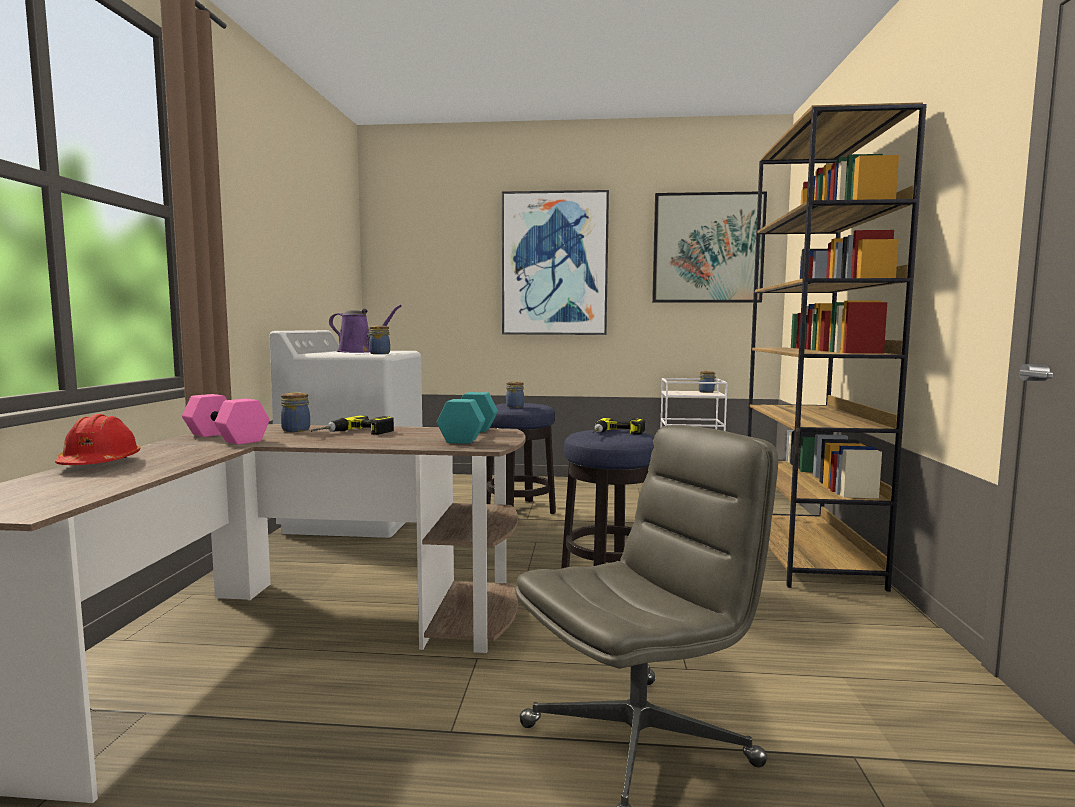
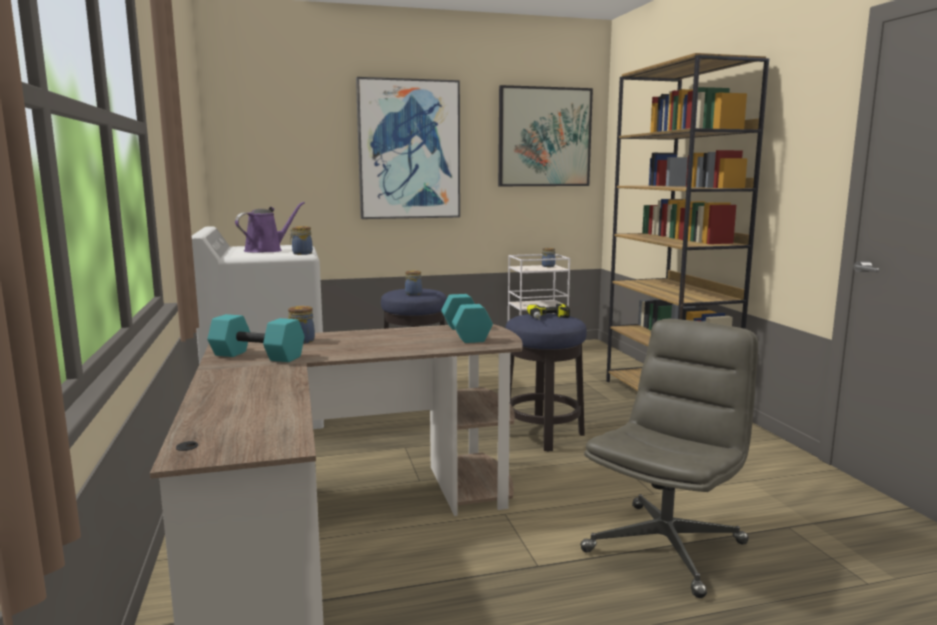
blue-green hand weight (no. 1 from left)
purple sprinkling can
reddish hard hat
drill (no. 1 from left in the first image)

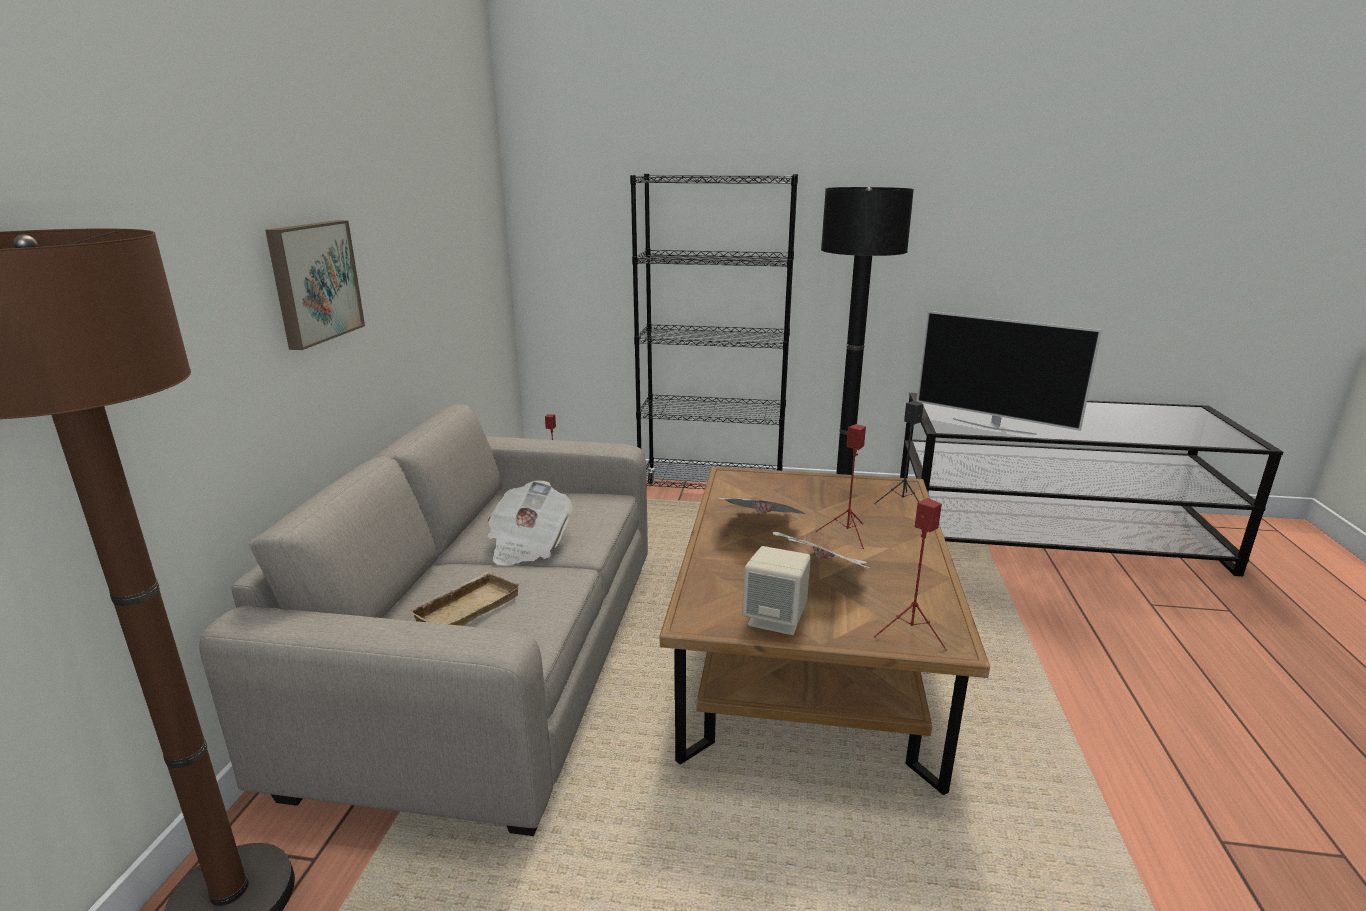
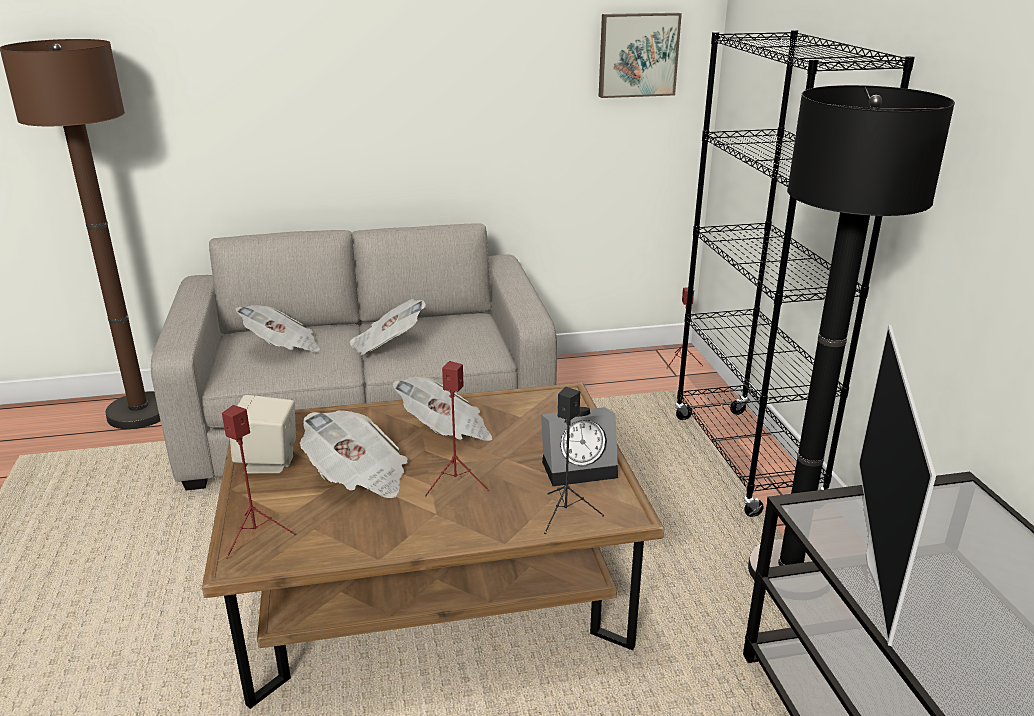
daily paper (no. 1 from left)
alarm clock
picture

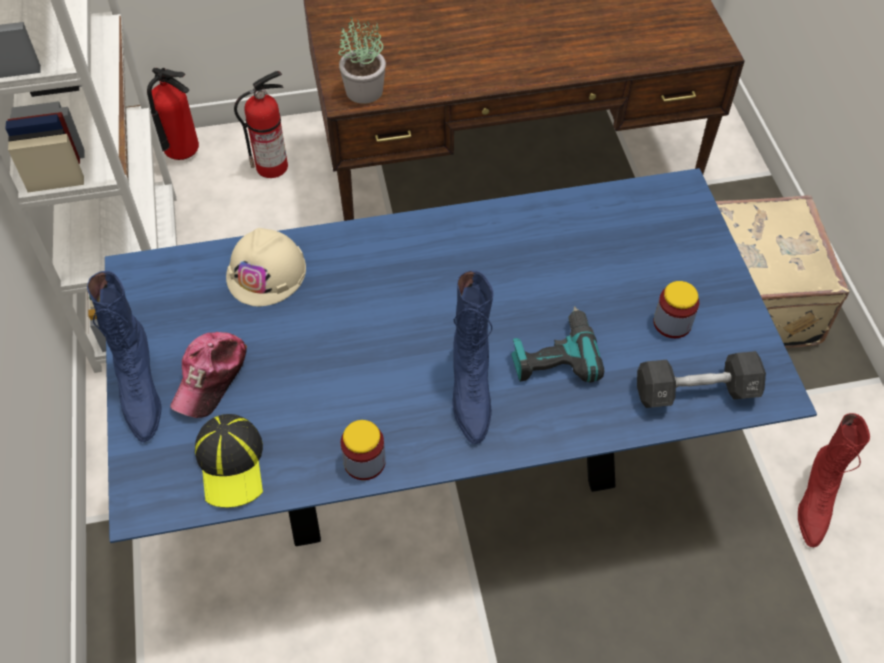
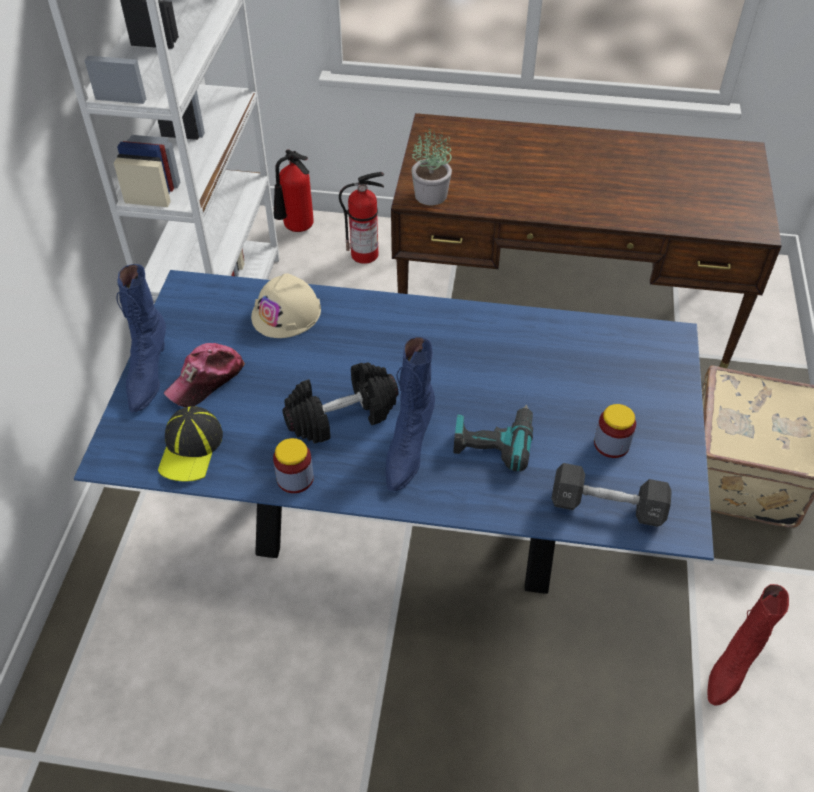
black-coloured hand weight (no. 1 from left)

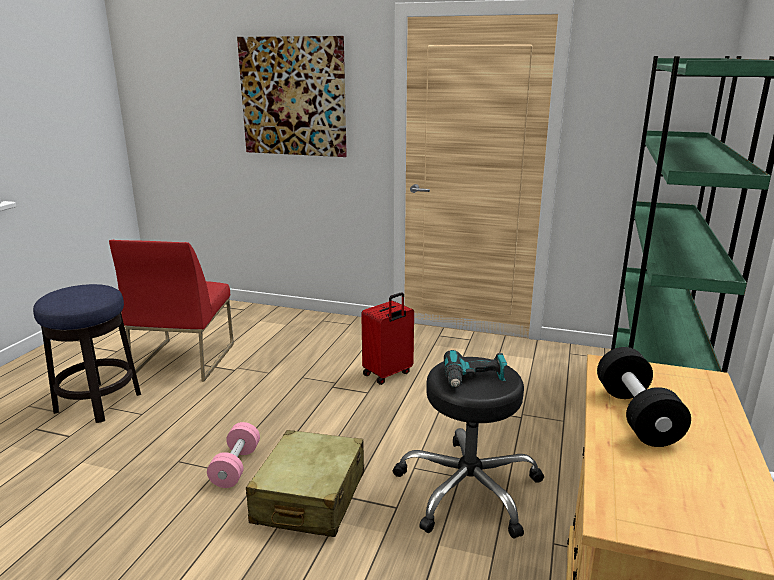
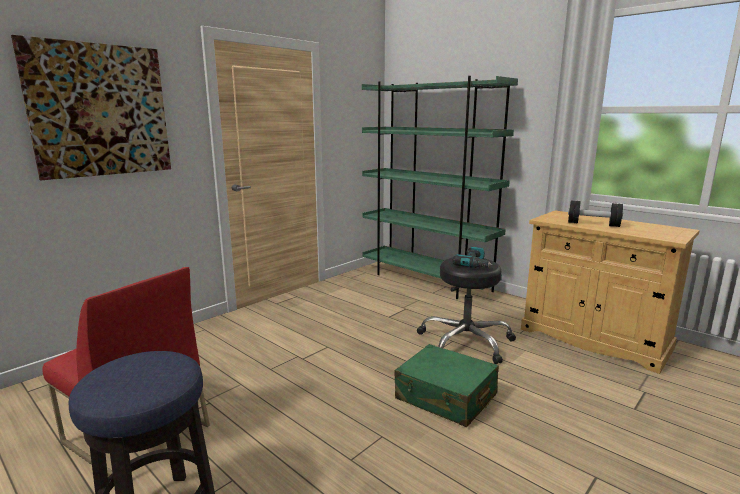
green-coloured travel case
pink-coloured hand weight
reddish travel case

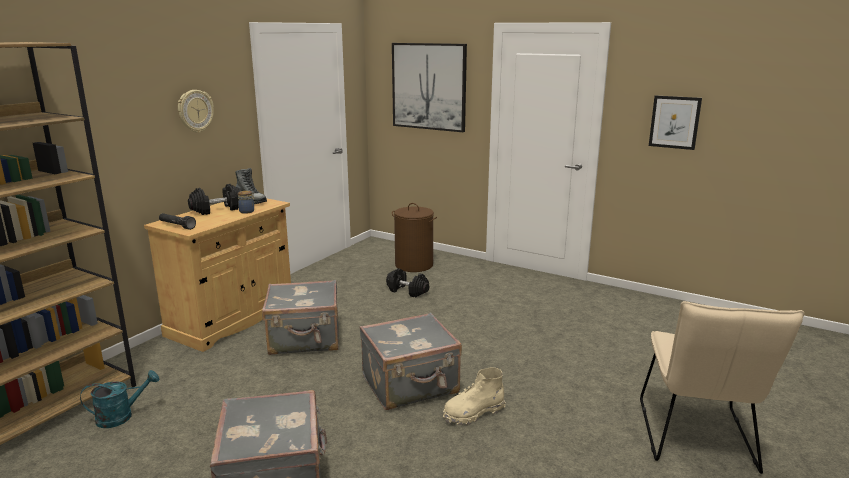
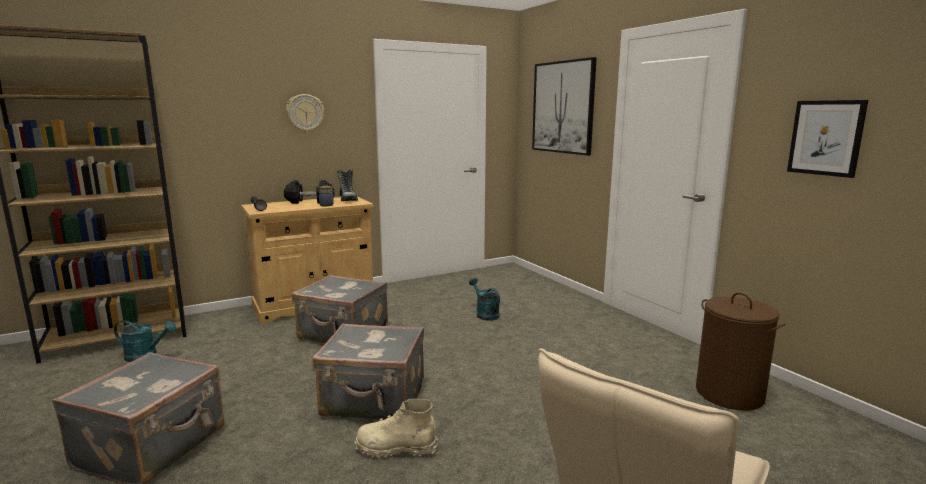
blue-green sprinkling can (no. 2 from left)
brown hamper

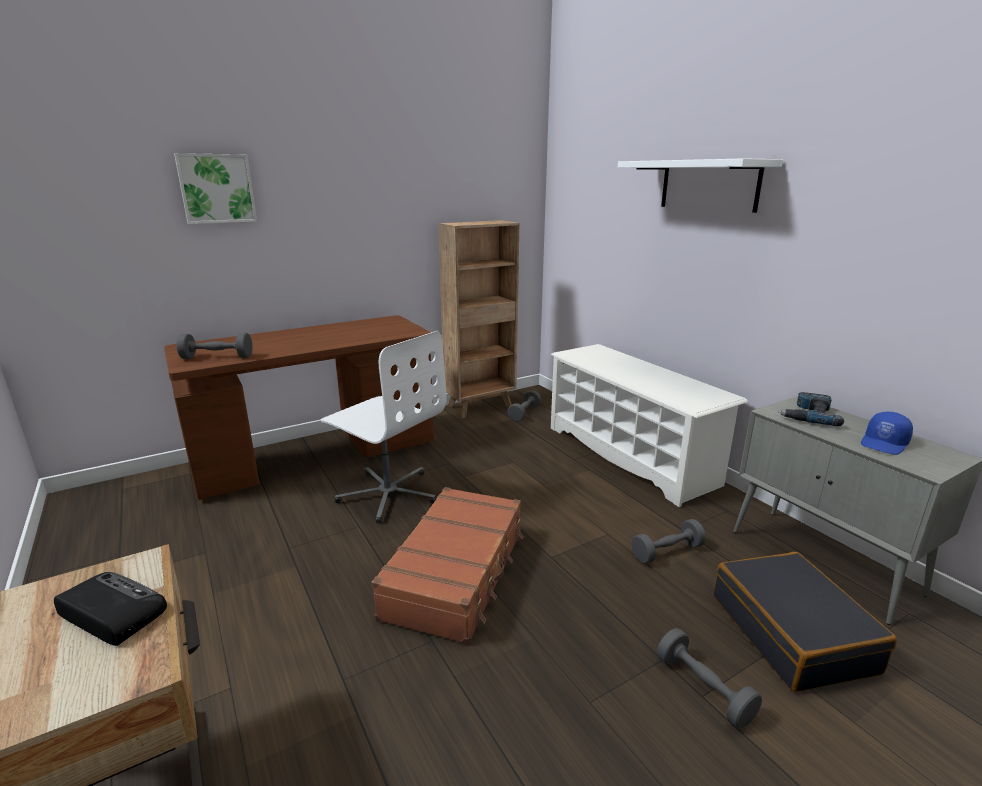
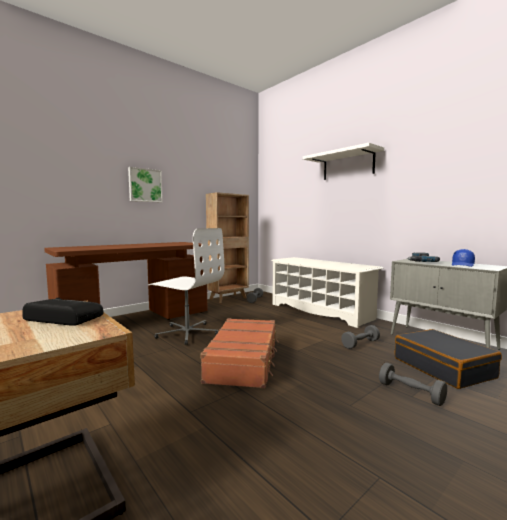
picture
grey hand weight (no. 1 from left in the first image)

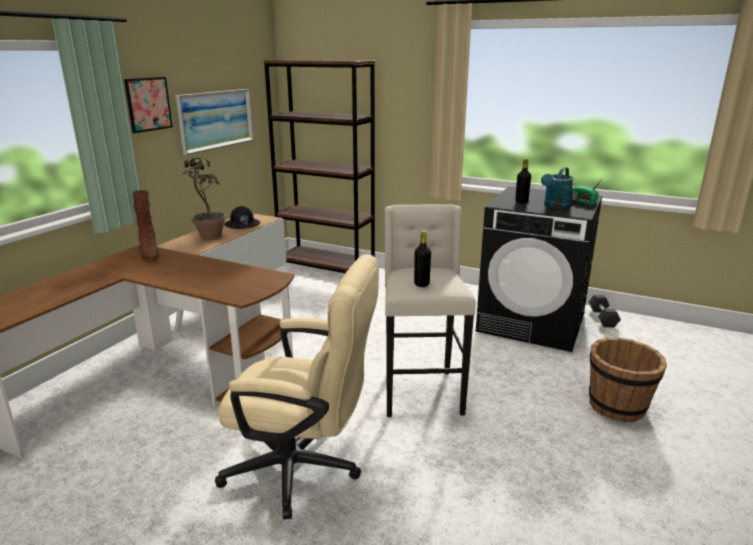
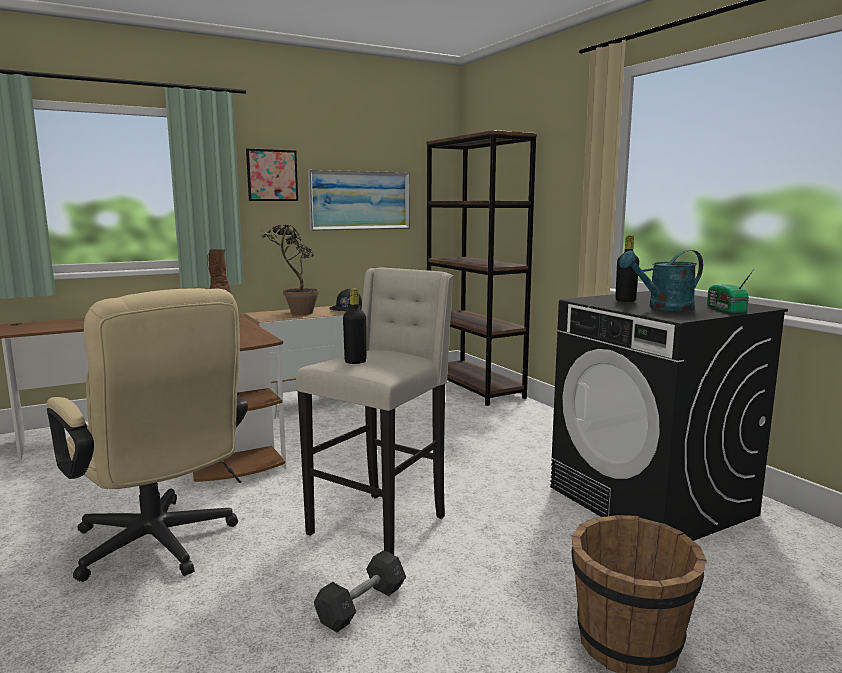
grey hand weight

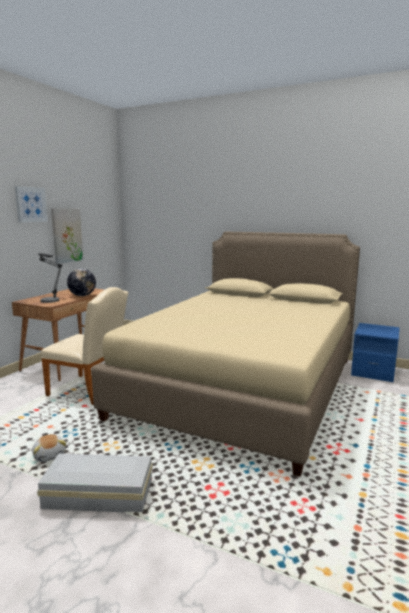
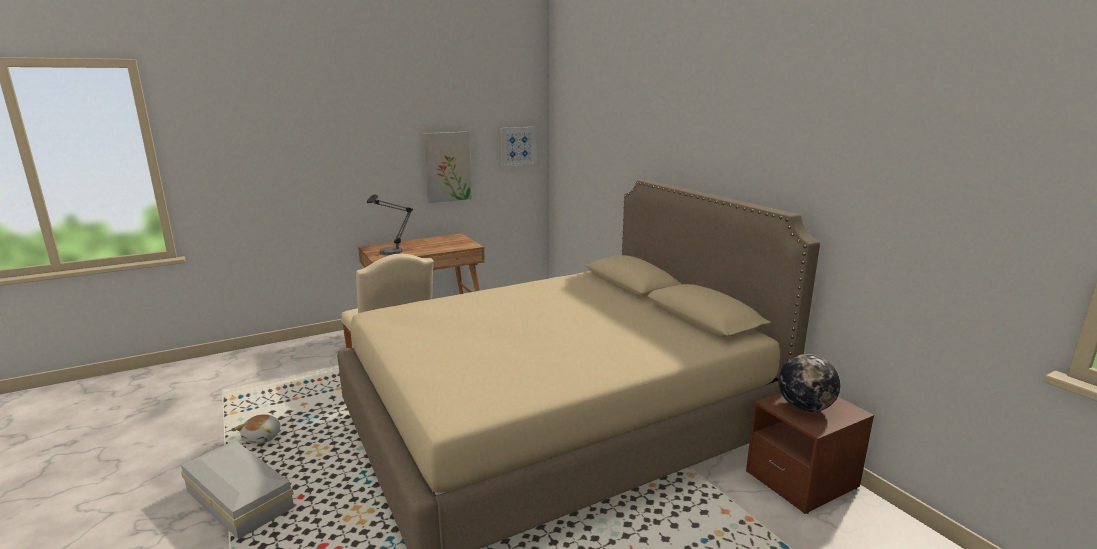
picture (no. 2 from left)
brown night table
desk globe

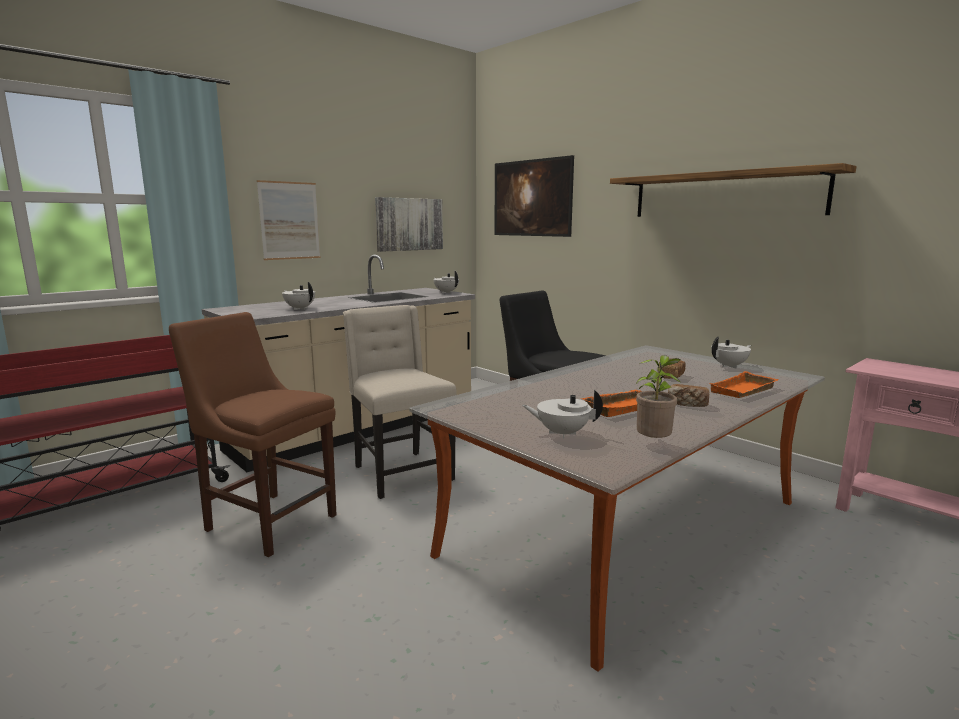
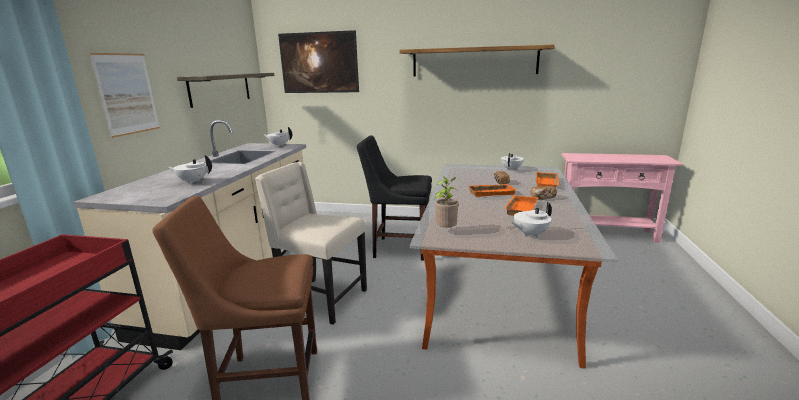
shelf (no. 1 from left)
plant in a pot
orange-coloured serving tray (no. 1 from left)

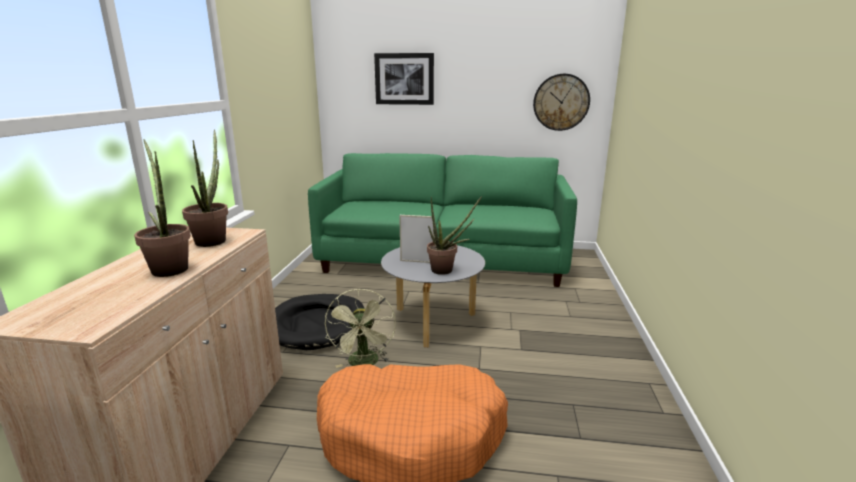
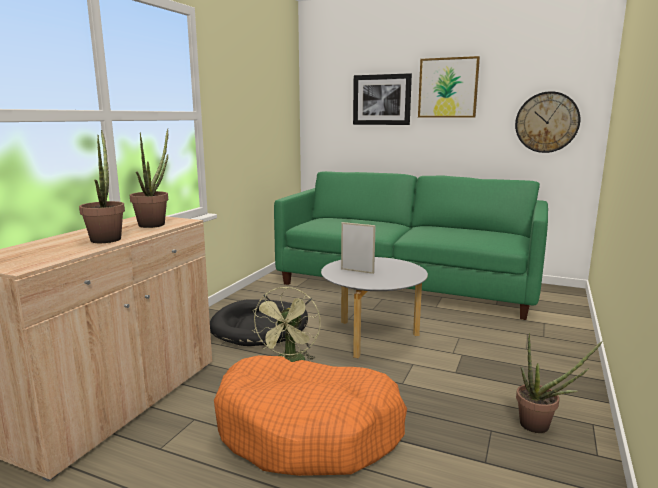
picture (no. 2 from left)
plant in a pot (no. 3 from left)

